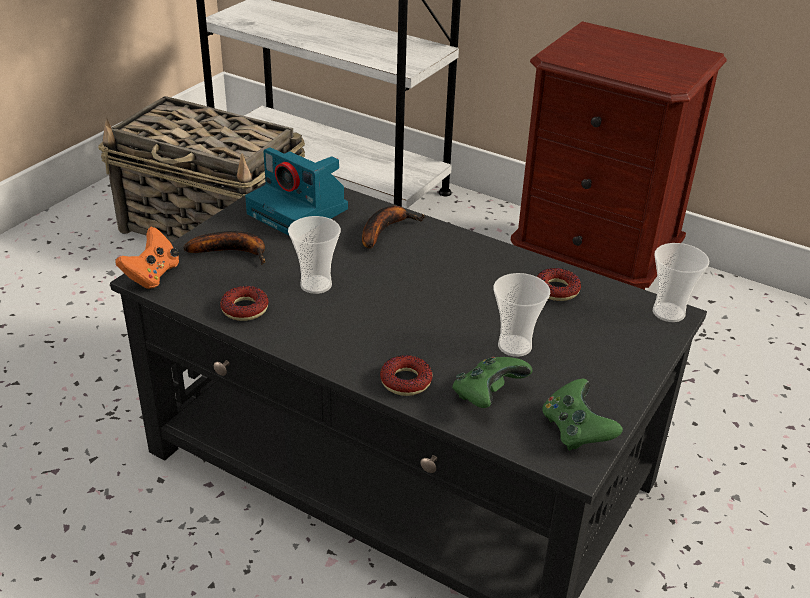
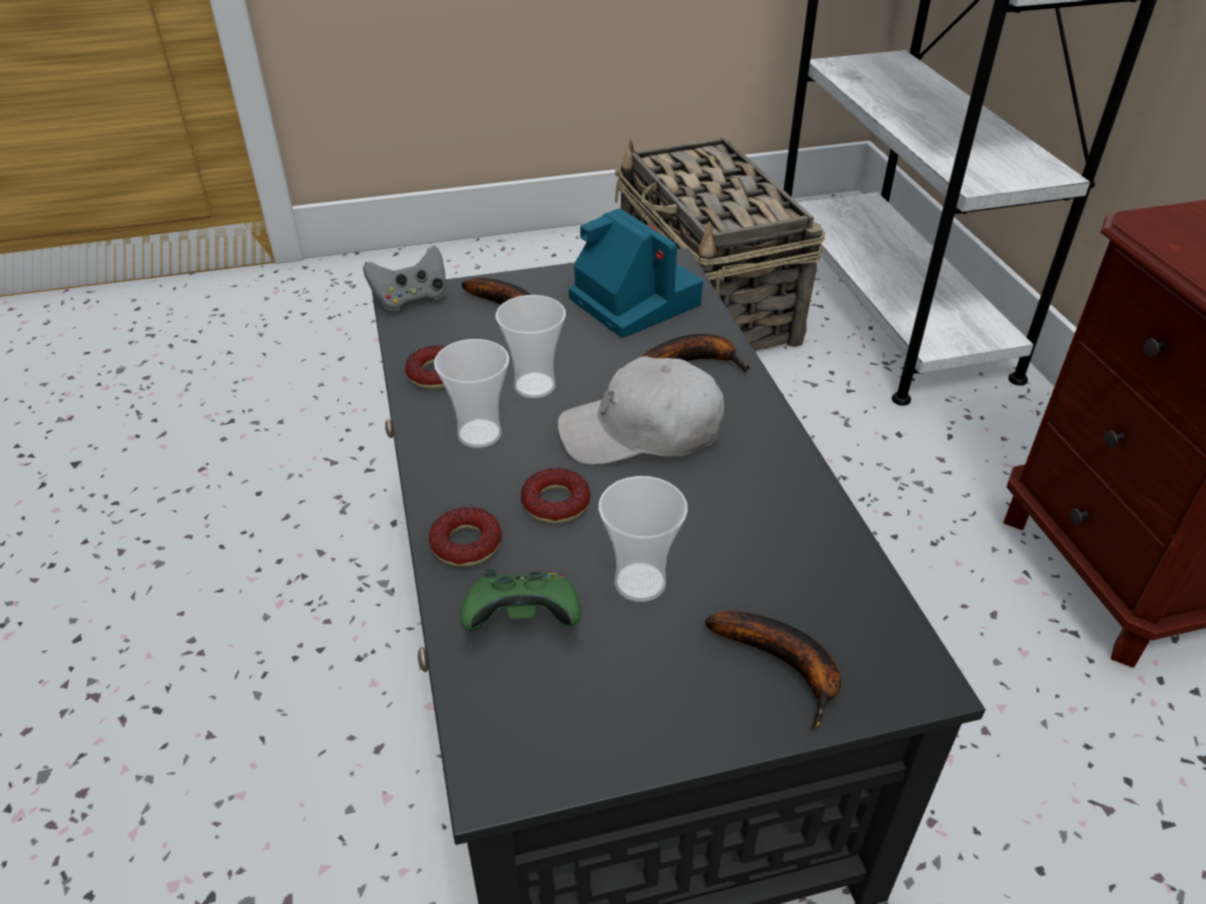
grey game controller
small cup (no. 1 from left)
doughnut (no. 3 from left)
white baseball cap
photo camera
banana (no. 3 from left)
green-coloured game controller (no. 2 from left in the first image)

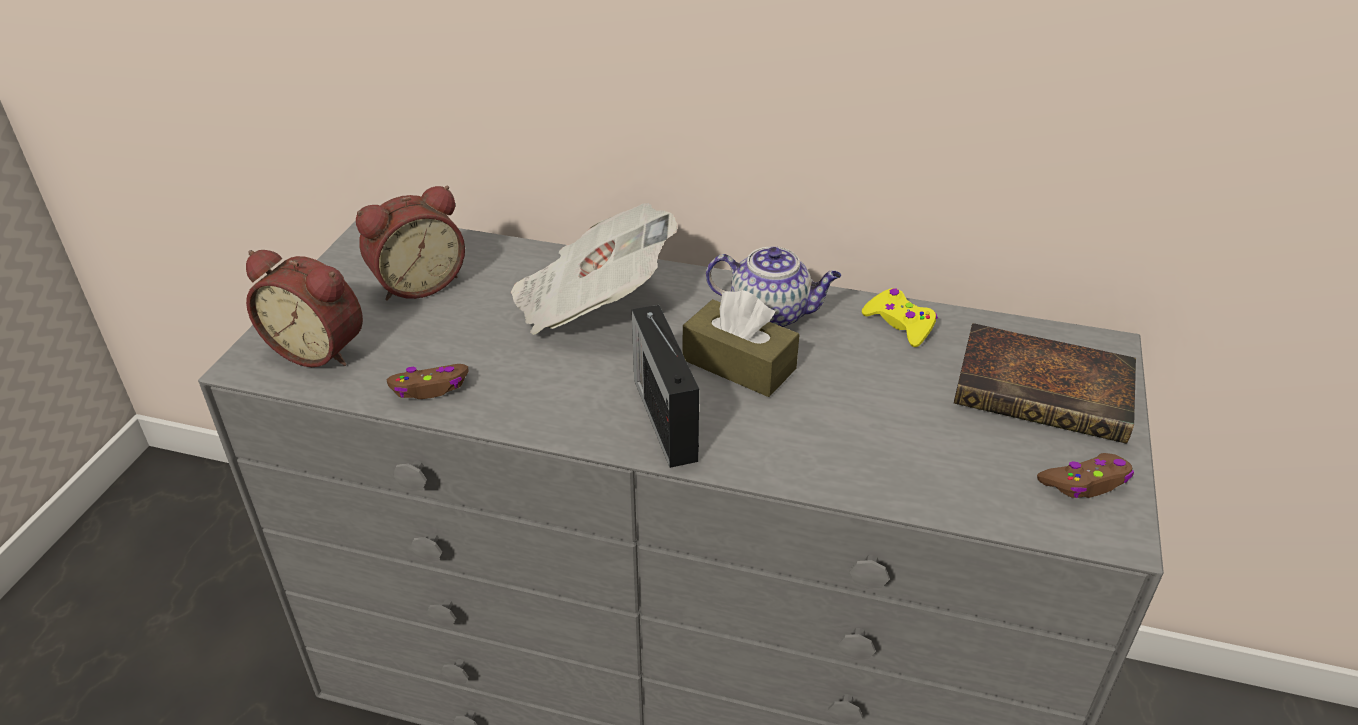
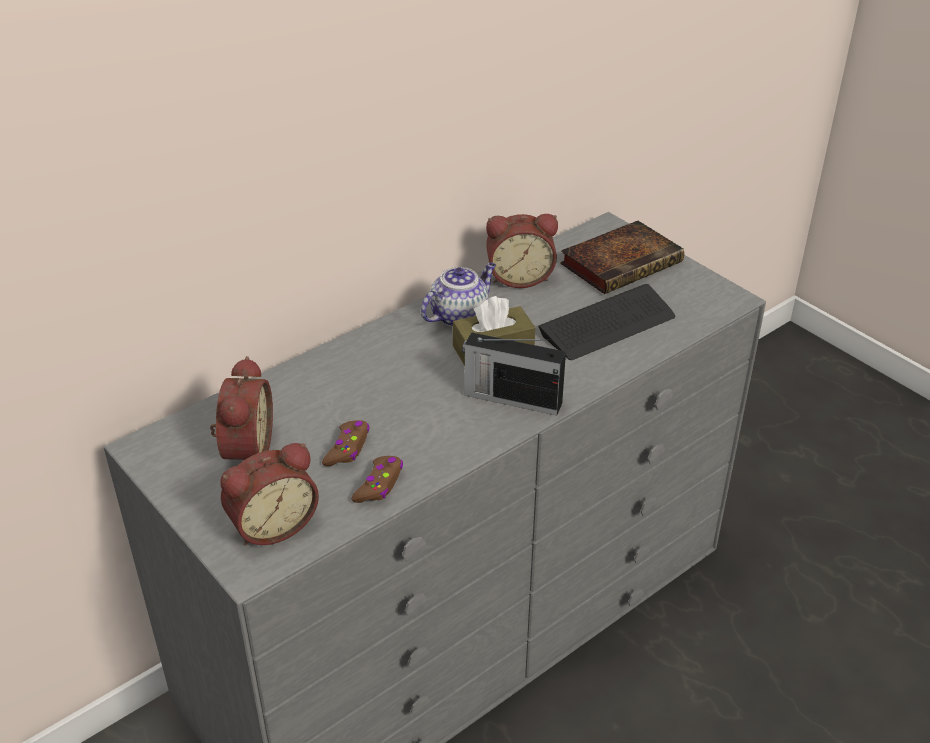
brown game controller (no. 1 from left)
alarm clock (no. 3 from left)
computer keyboard
daily paper

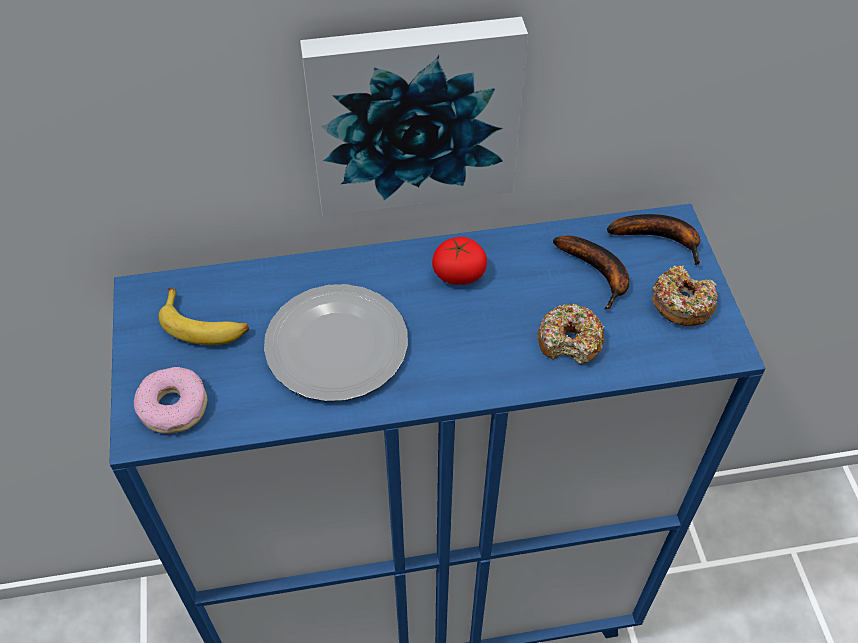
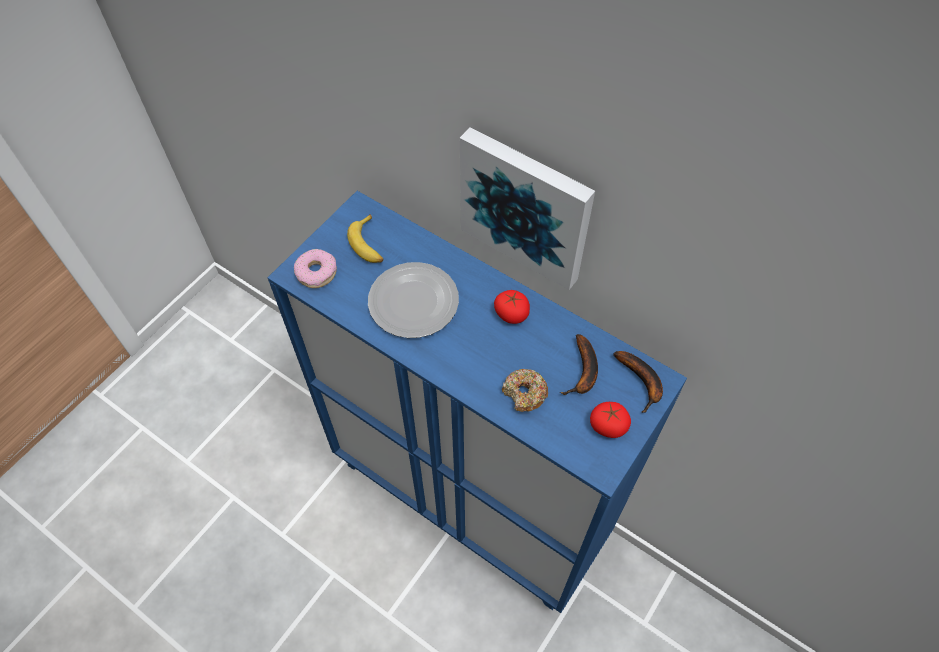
fresh tomato (no. 2 from left)

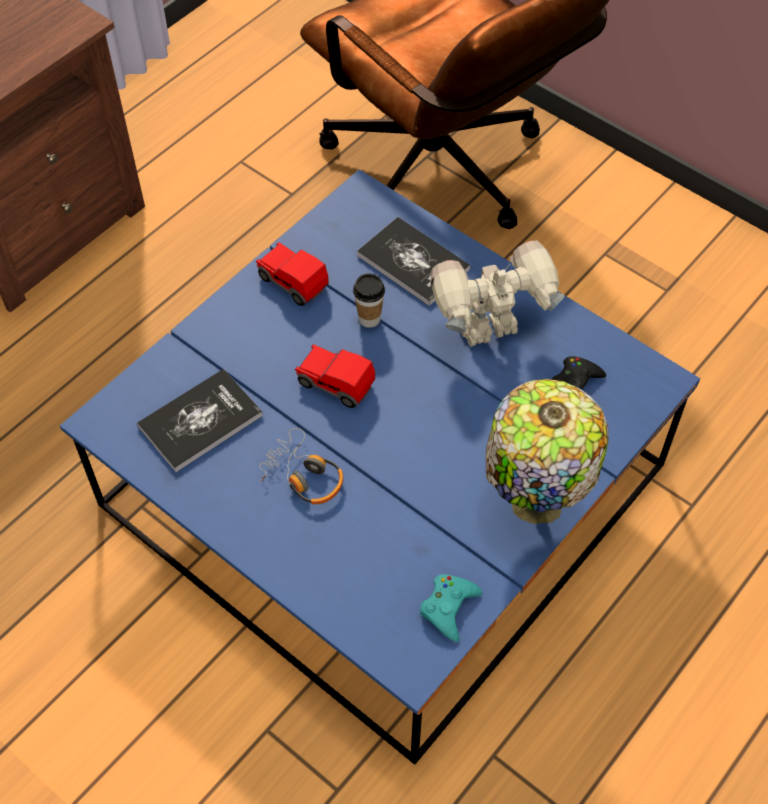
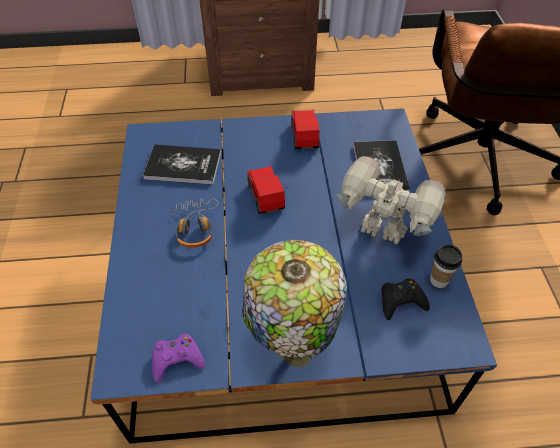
purple game controller
small cup

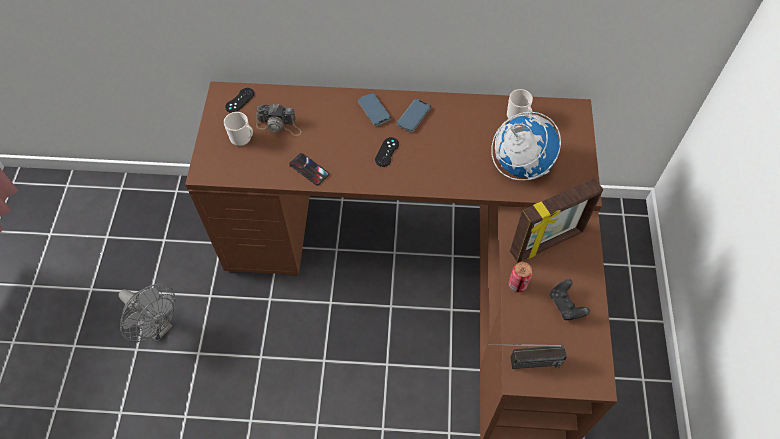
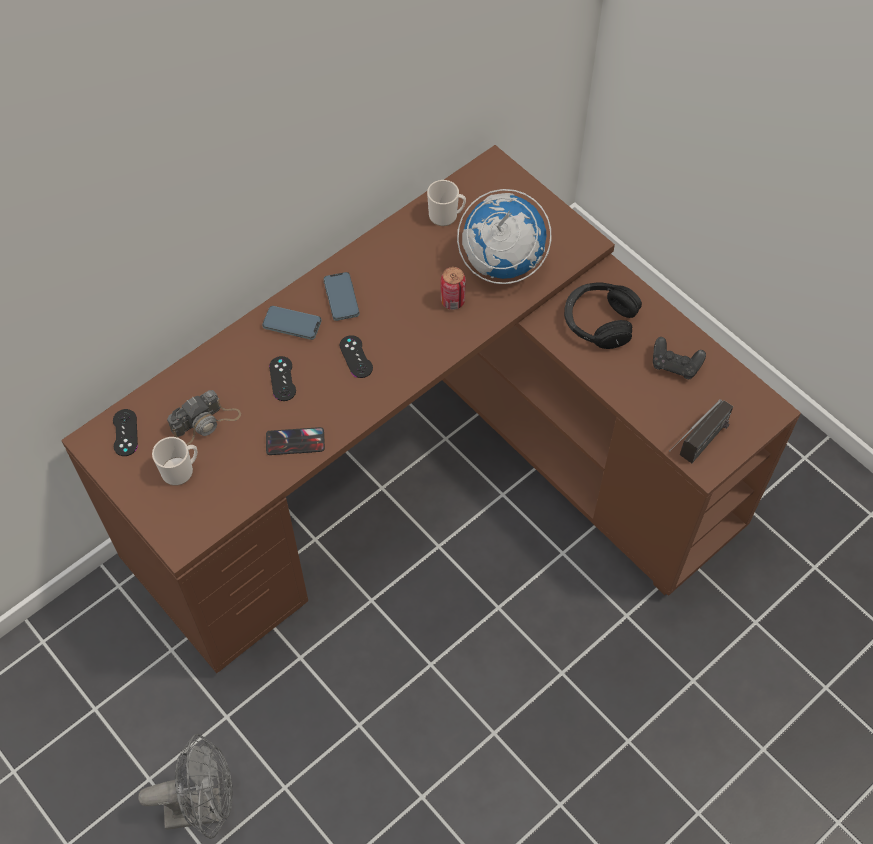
black-coloured game controller (no. 2 from left)
metal can
black-coloured pair of headphones

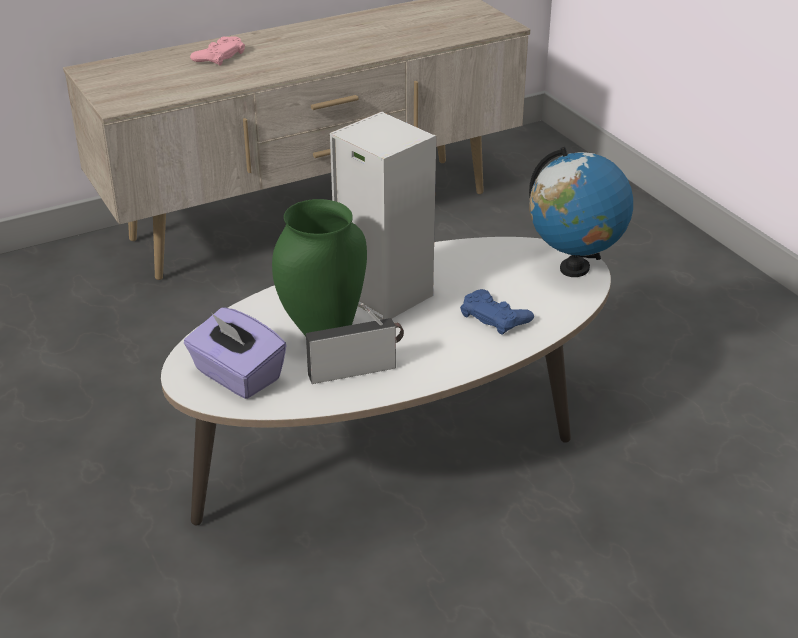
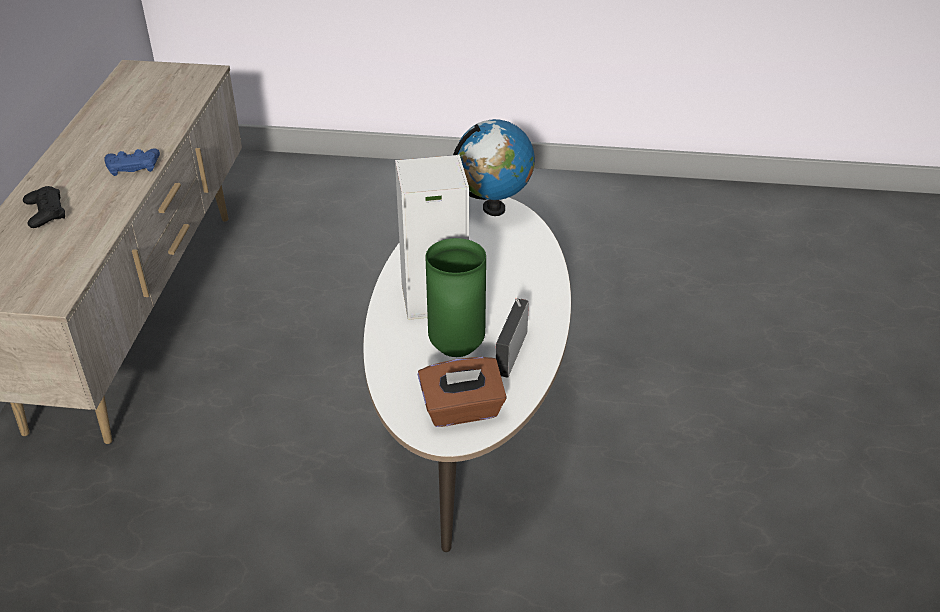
black-coloured game controller
blue-coloured game controller
brown tissue box

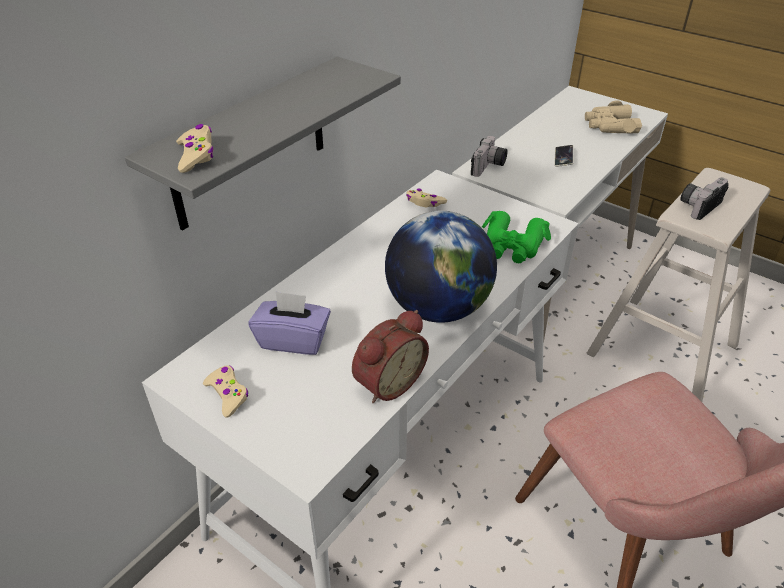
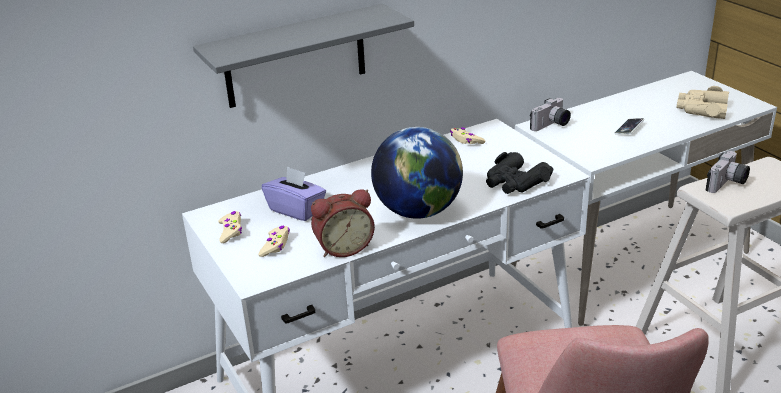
beige game controller (no. 2 from left)
black-coloured pair of binoculars
photo camera (no. 2 from left)

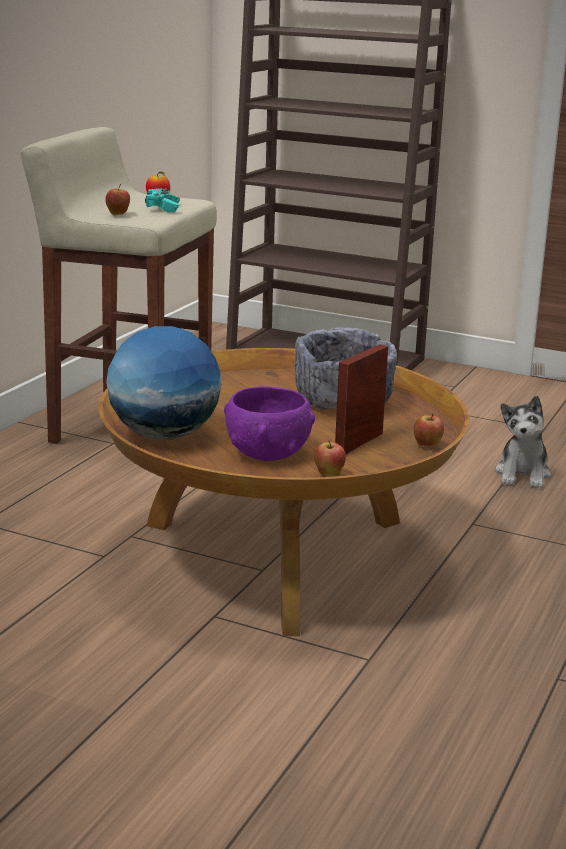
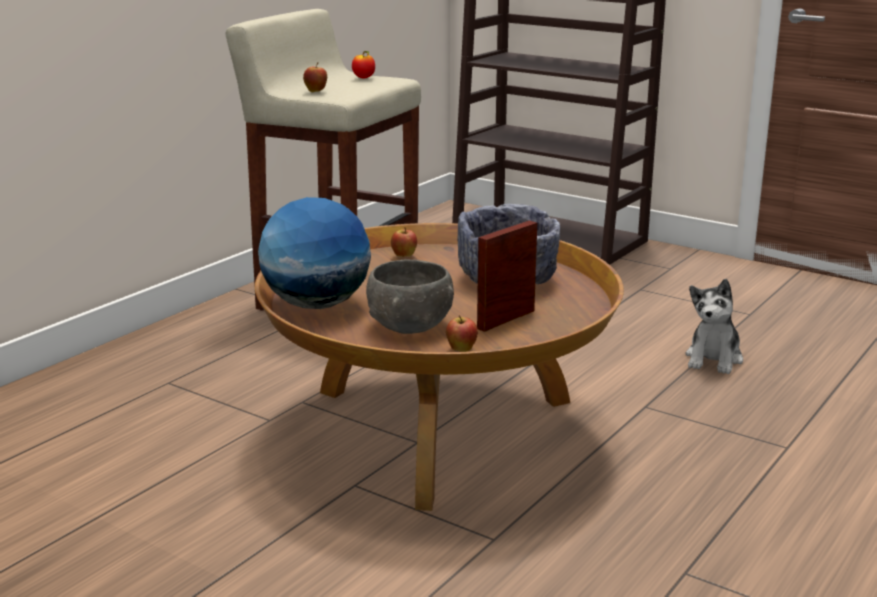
grey serving bowl (no. 1 from left)
whole apple (no. 3 from left)
blue-green game controller

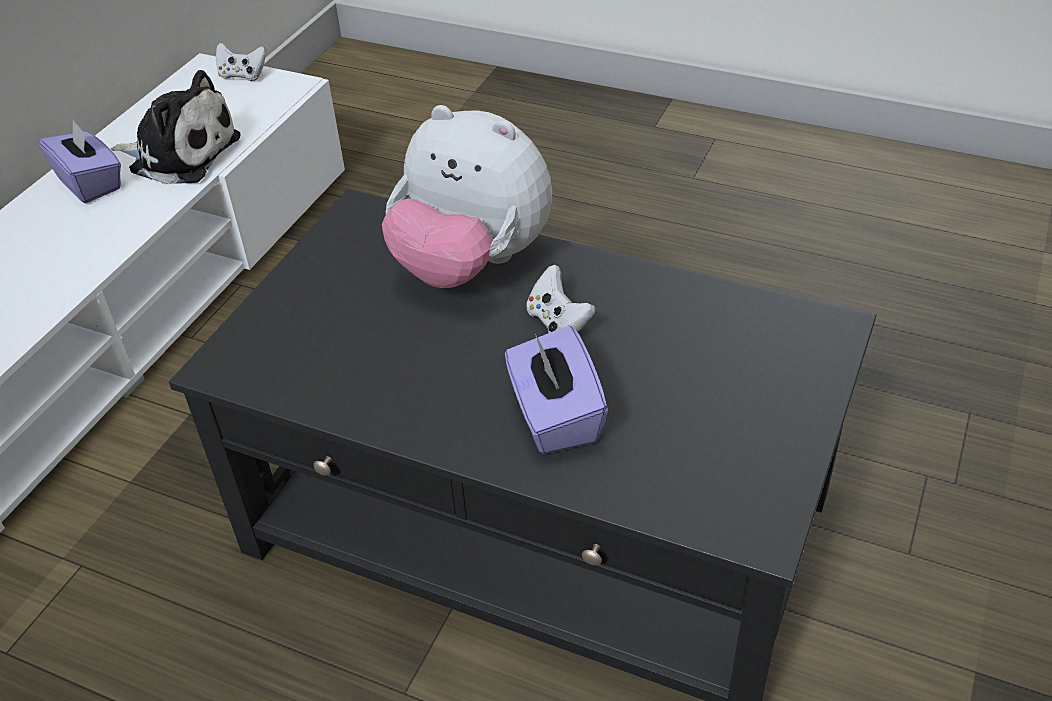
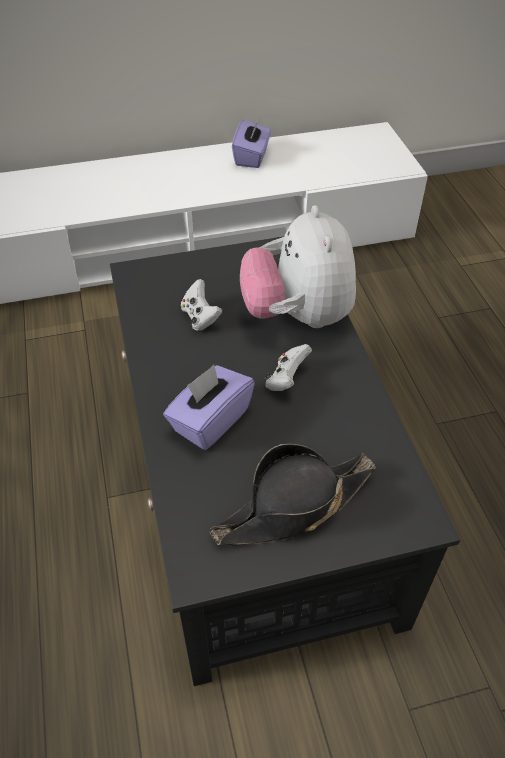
white game controller (no. 1 from left)
black-coloured hat
cuddly toy (no. 1 from left in the first image)

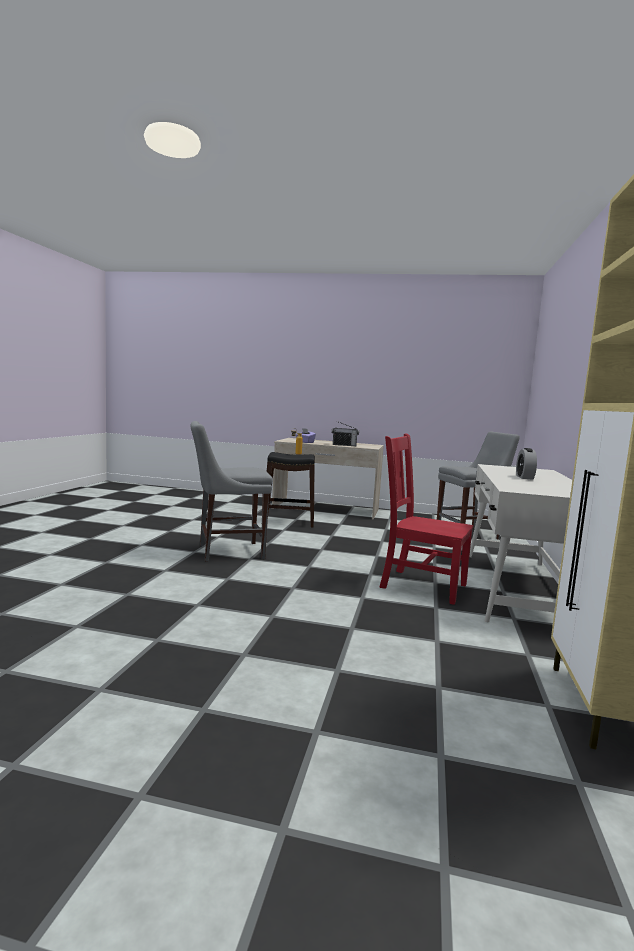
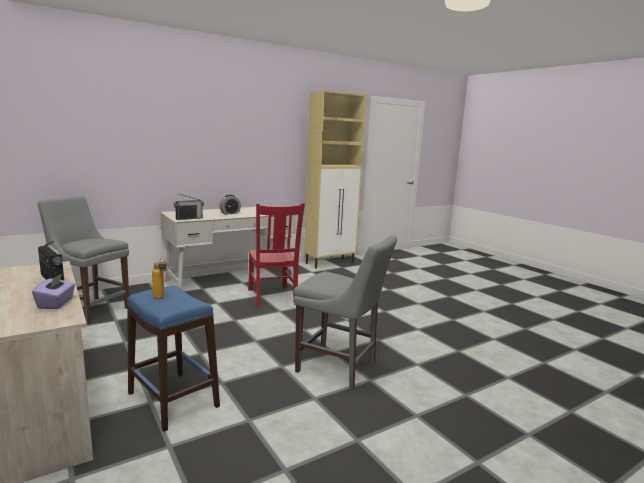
blue-coloured sitting stool
radio receiver (no. 2 from left)

